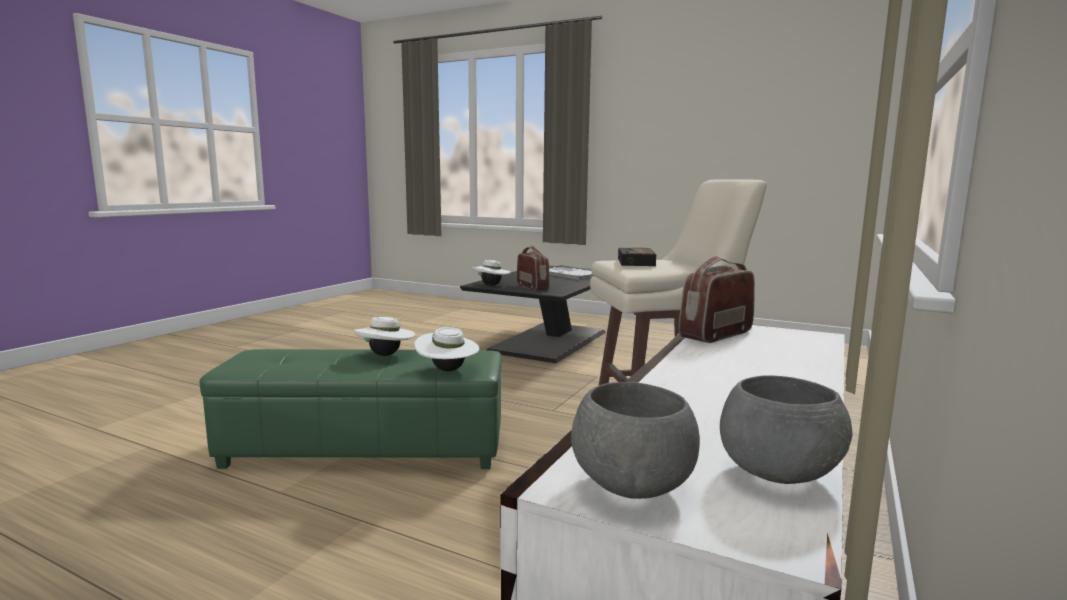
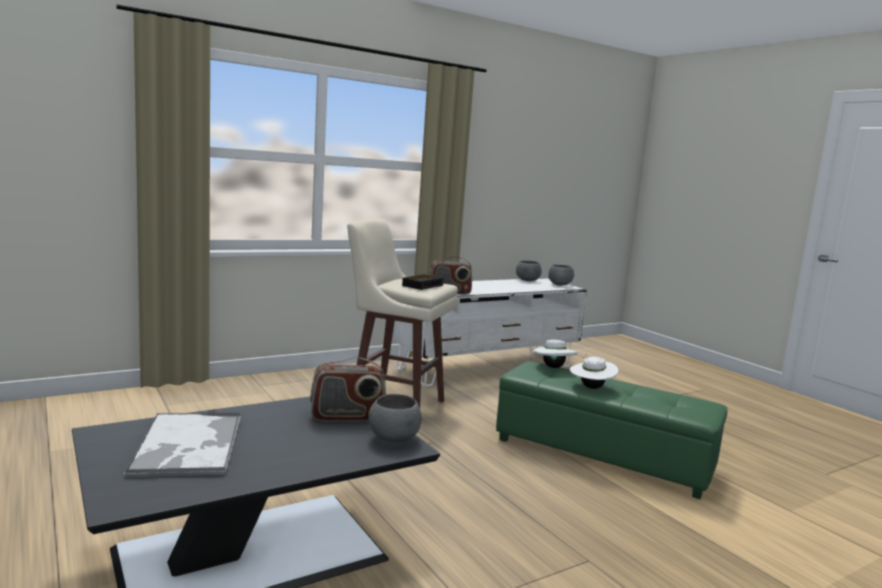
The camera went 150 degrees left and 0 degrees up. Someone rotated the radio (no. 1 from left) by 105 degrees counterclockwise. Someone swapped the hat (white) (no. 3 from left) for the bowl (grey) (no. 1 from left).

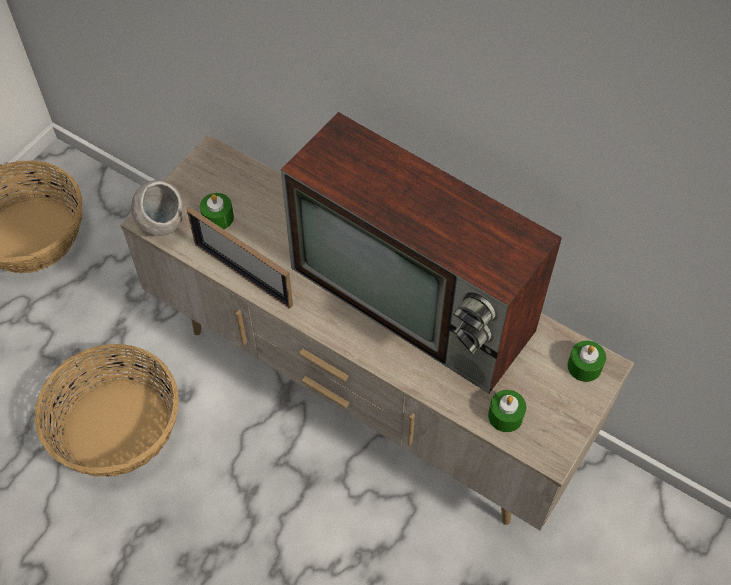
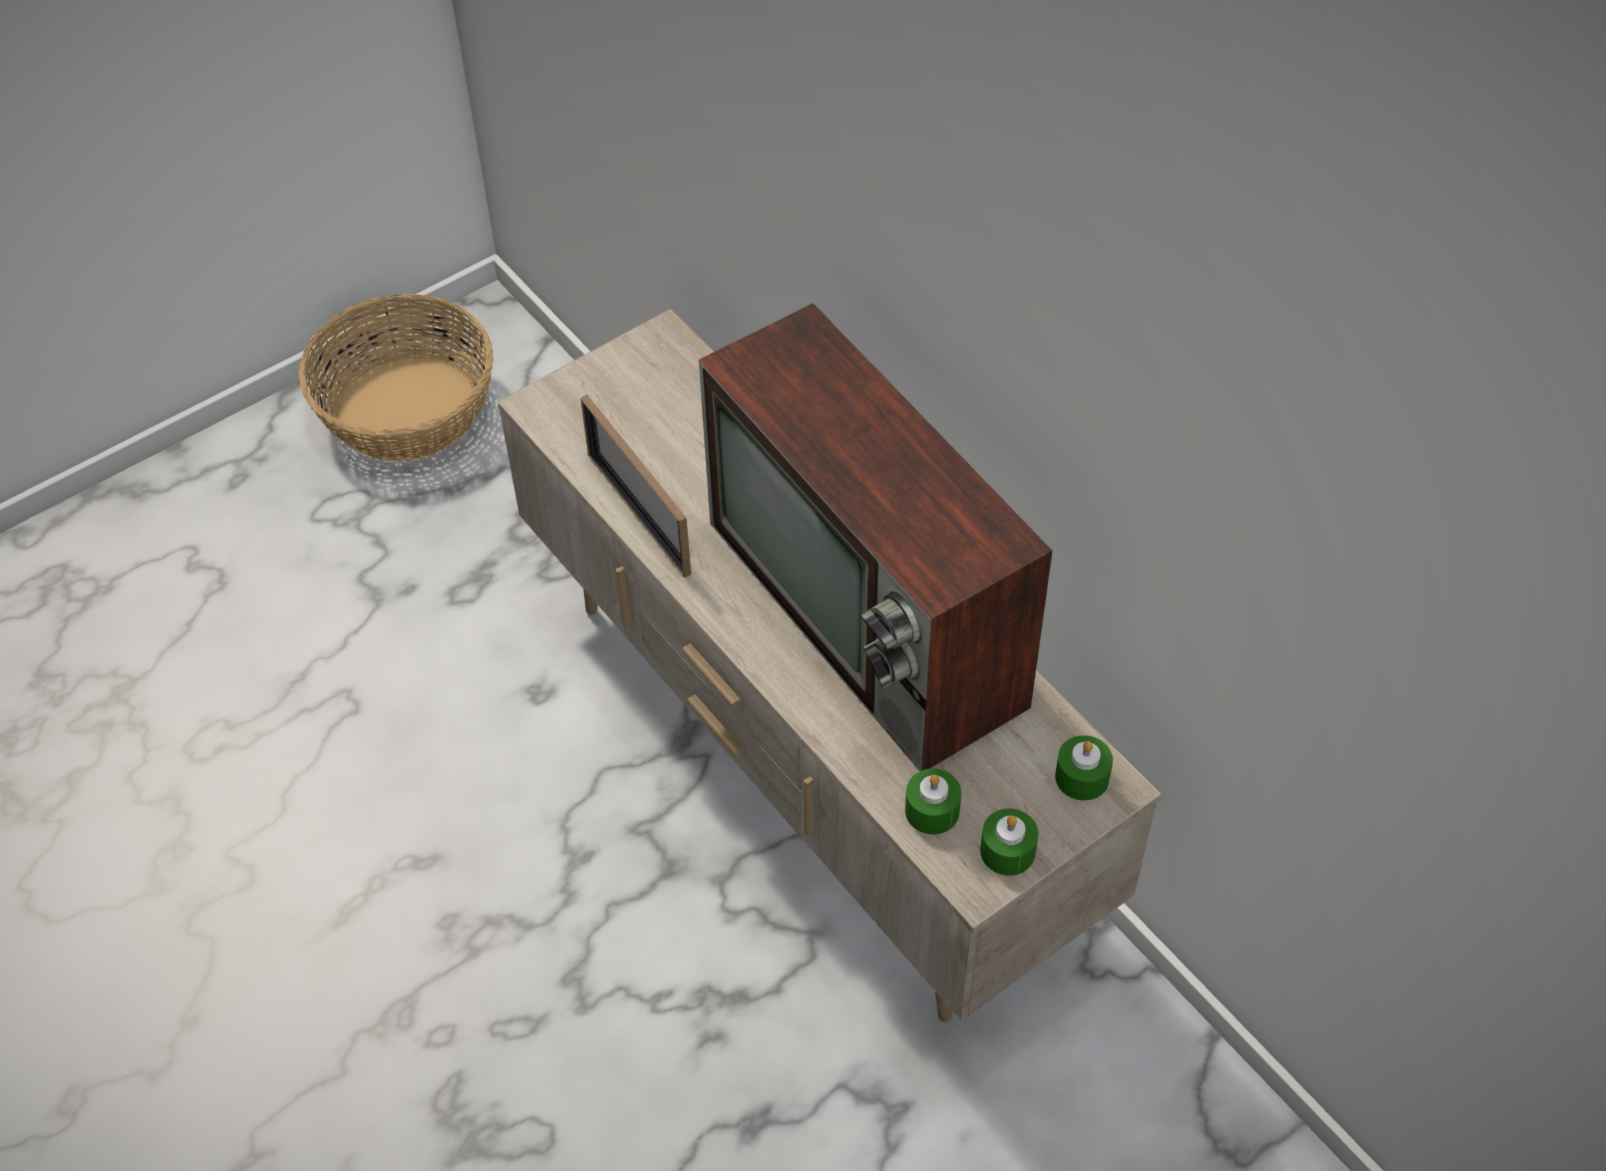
The camera went 20 degrees right and 5 degrees down. Someone took away the bowl (grey). Someone carried the candle (green) (no. 1 from left in the first image). Someone took away the basket (no. 2 from left).

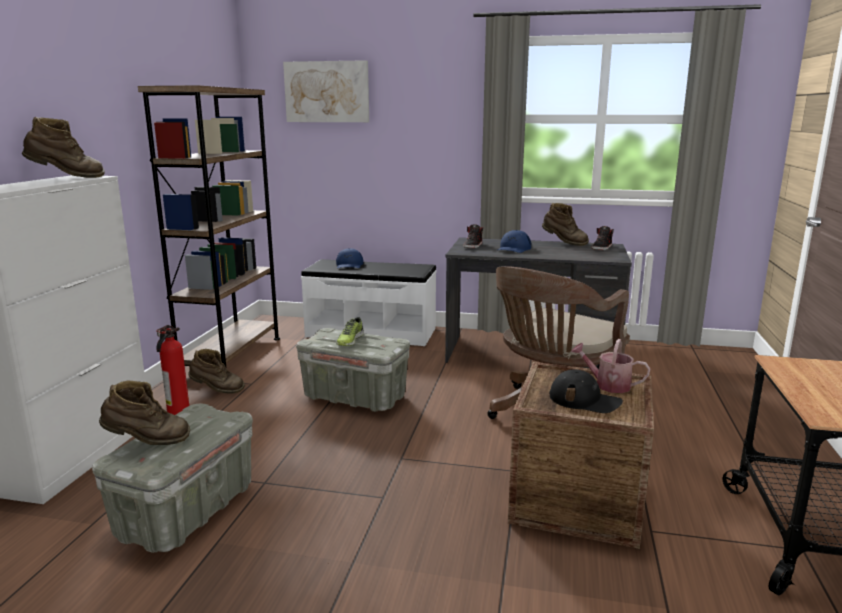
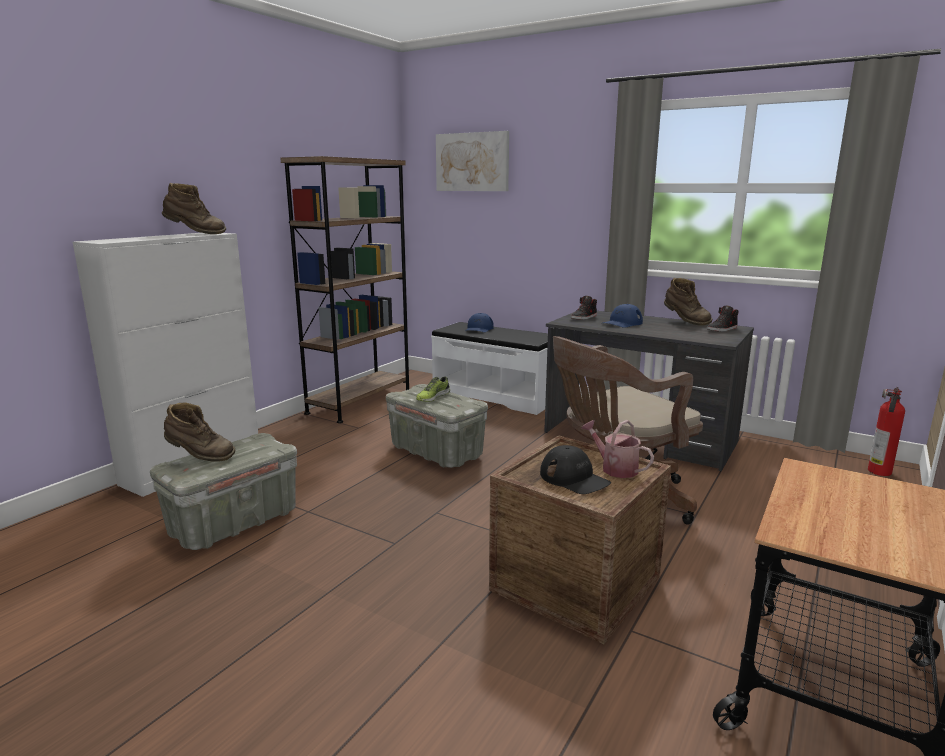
The camera went 20 degrees right and 0 degrees up. Someone carried the fire extinguisher. Someone took away the boot (brown) (no. 3 from left).

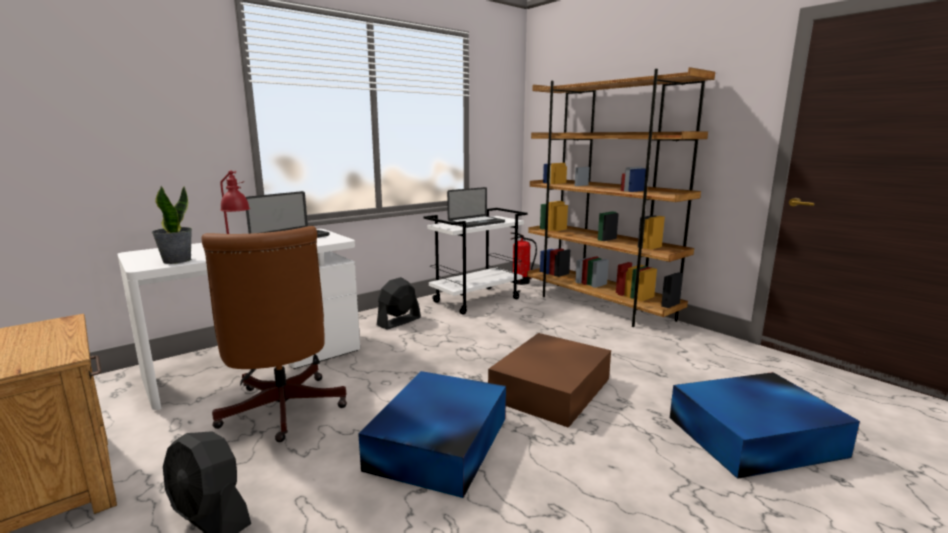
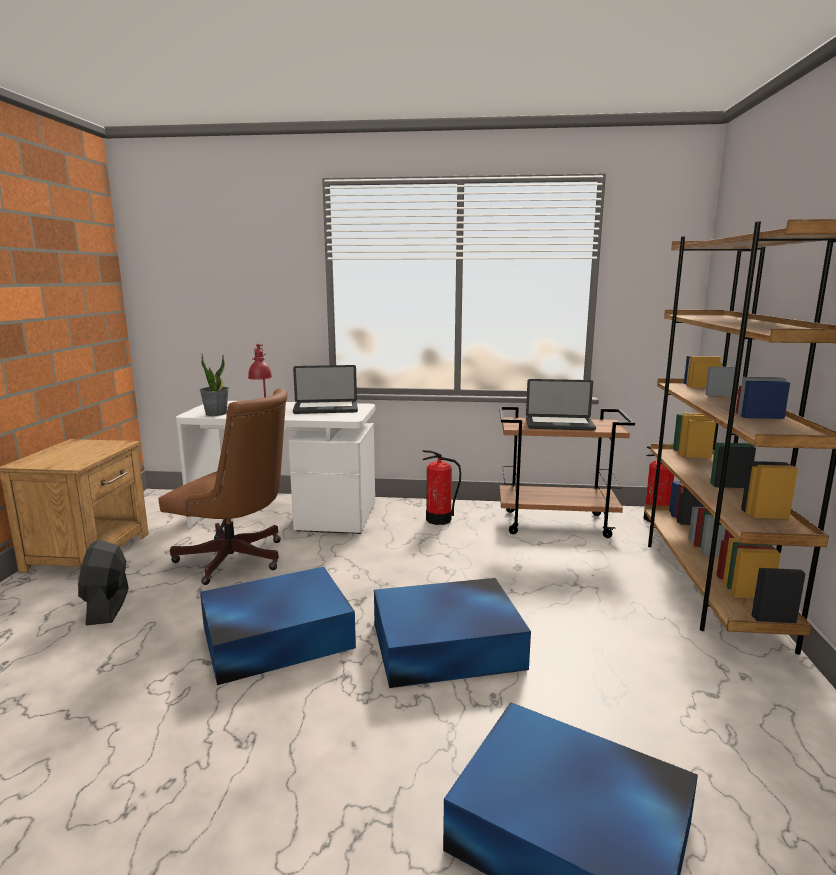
The camera went 45 degrees right and 0 degrees up. Someone repainted the cart (white), which became the cart (brown). Someone rotated the office chair (brown) by 90 degrees counterclockwise. Someone swapped the fan (black) (no. 2 from left) for the fire extinguisher (no. 1 from left). Someone repainted the storage box (brown), which became the storage box (blue) (no. 2 from left).

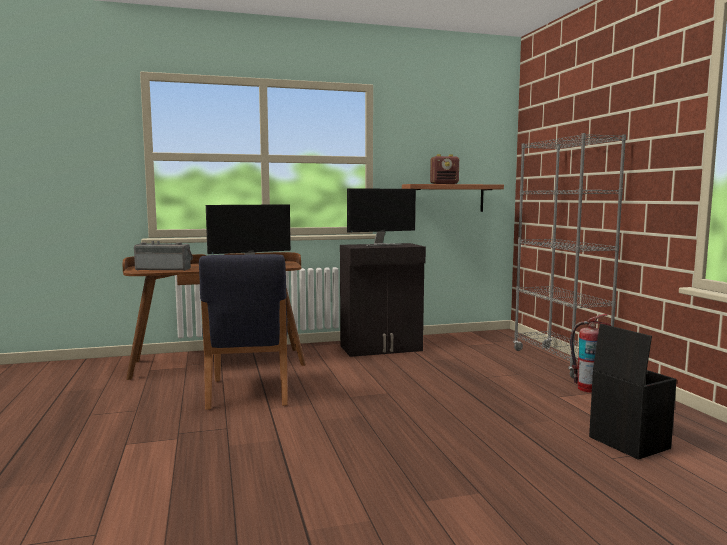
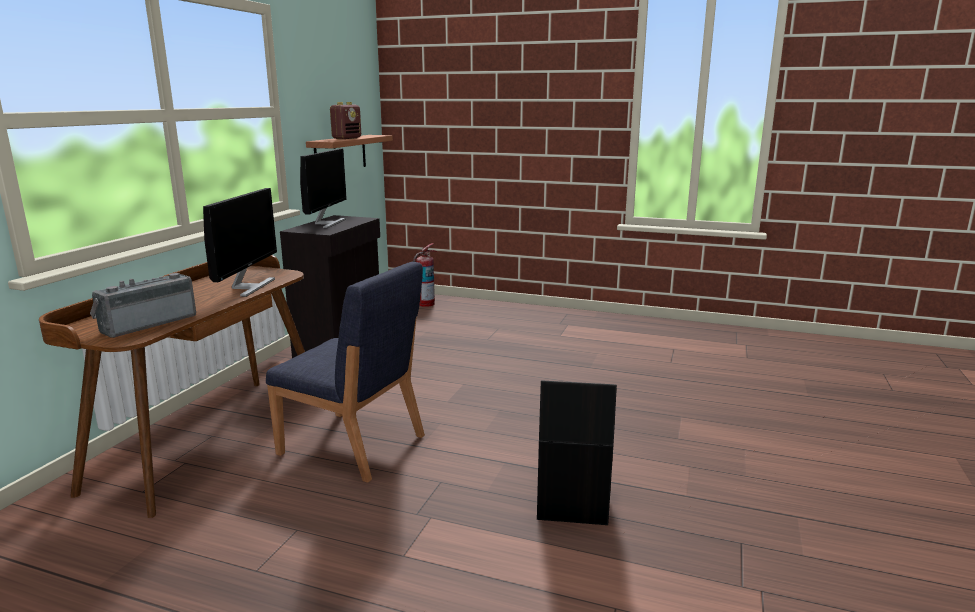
The camera went 55 degrees left and 10 degrees up. Someone took away the bookcase (grey). Someone carried the fire extinguisher. Someone carried the storage box (black).

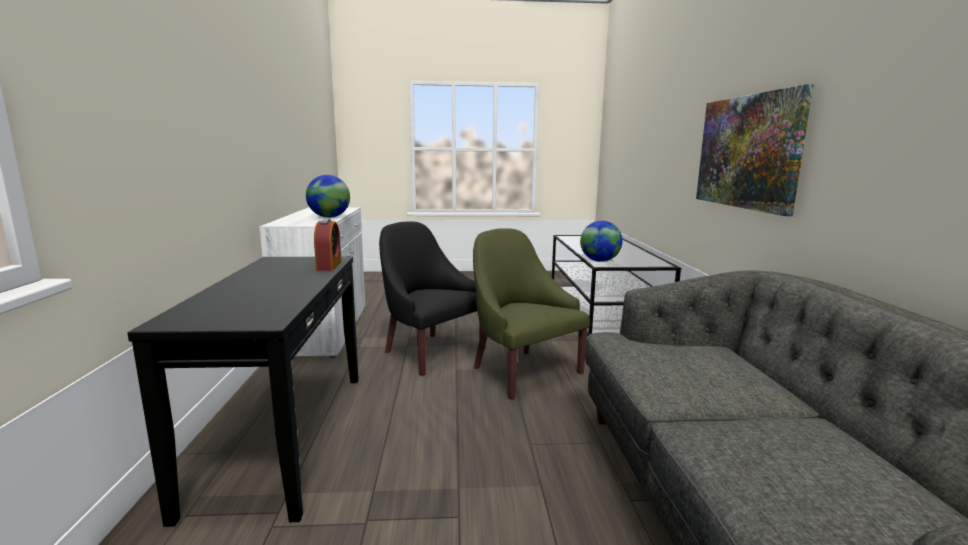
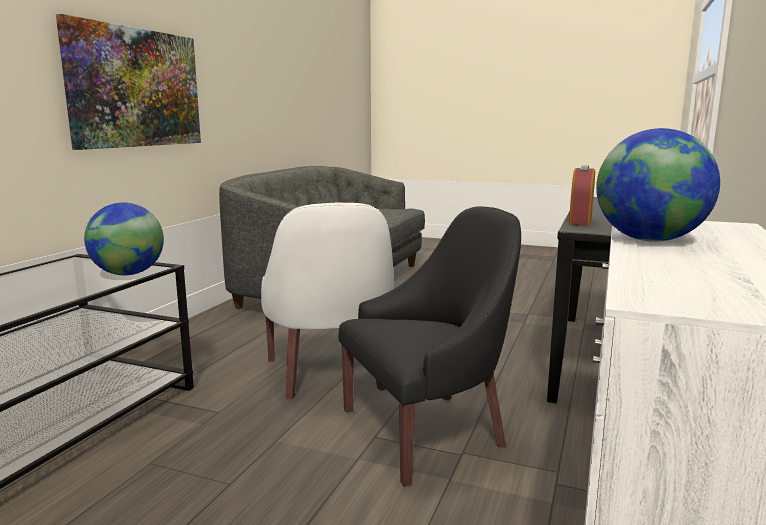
The camera went 155 degrees left and 0 degrees up. Someone rotated the armchair (black) by 90 degrees counterclockwise. Someone repainted the armchair (green), which became the armchair (white).

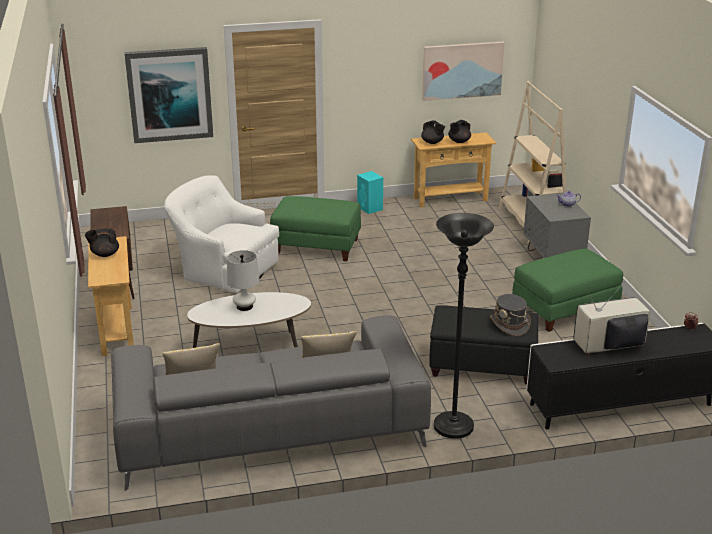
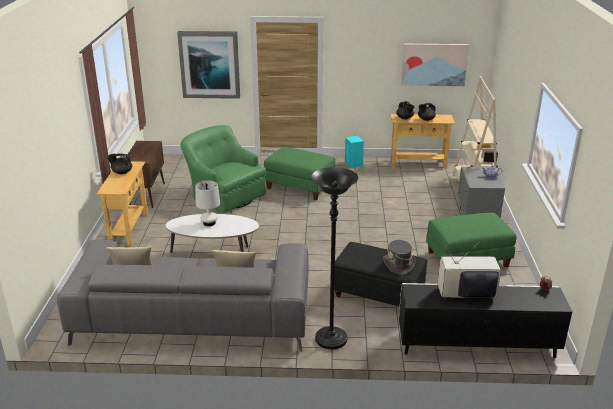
The camera went 15 degrees right and 0 degrees up. Someone repainted the armchair (white), which became the armchair (green).

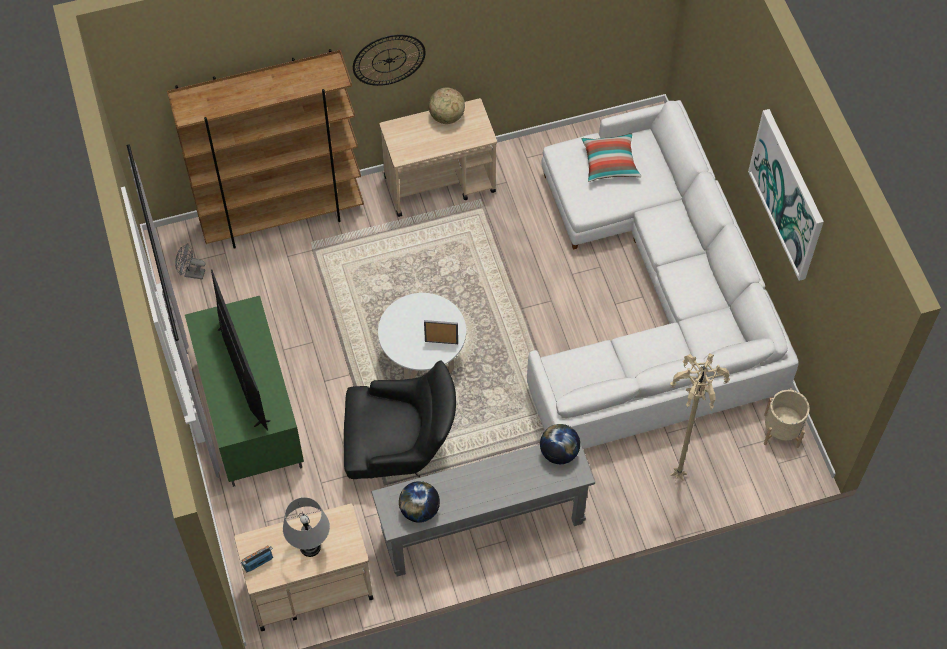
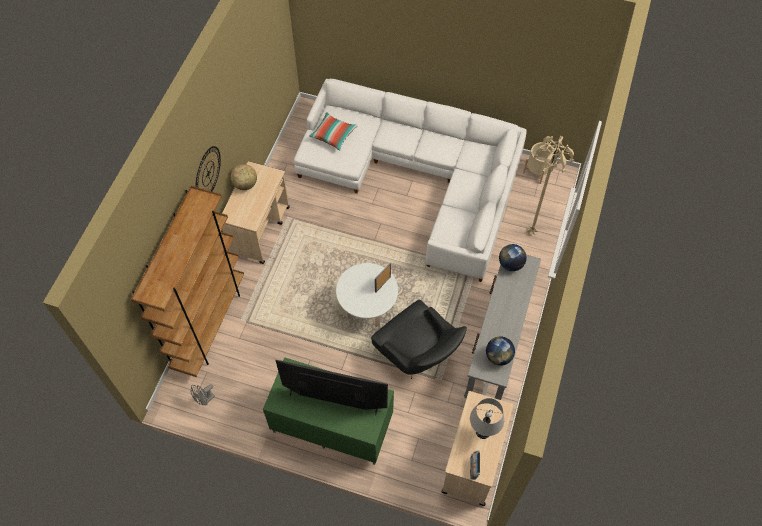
The camera went 55 degrees left and 0 degrees up. Someone took away the picture. Someone rotated the armchair (black) by 105 degrees clockwise.

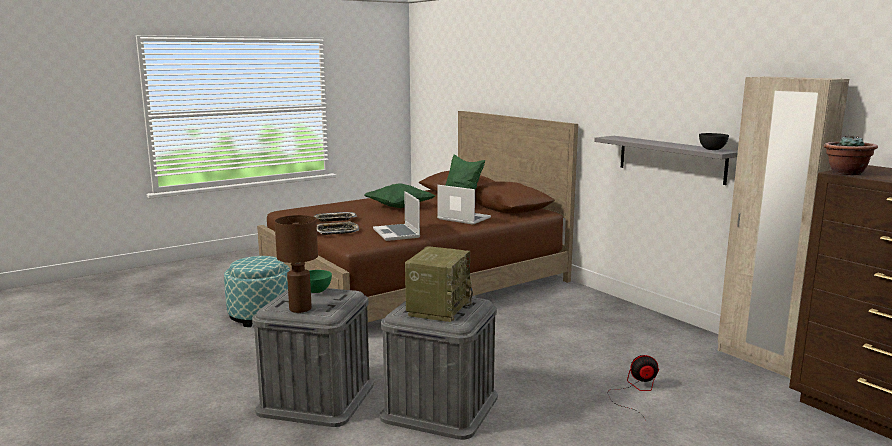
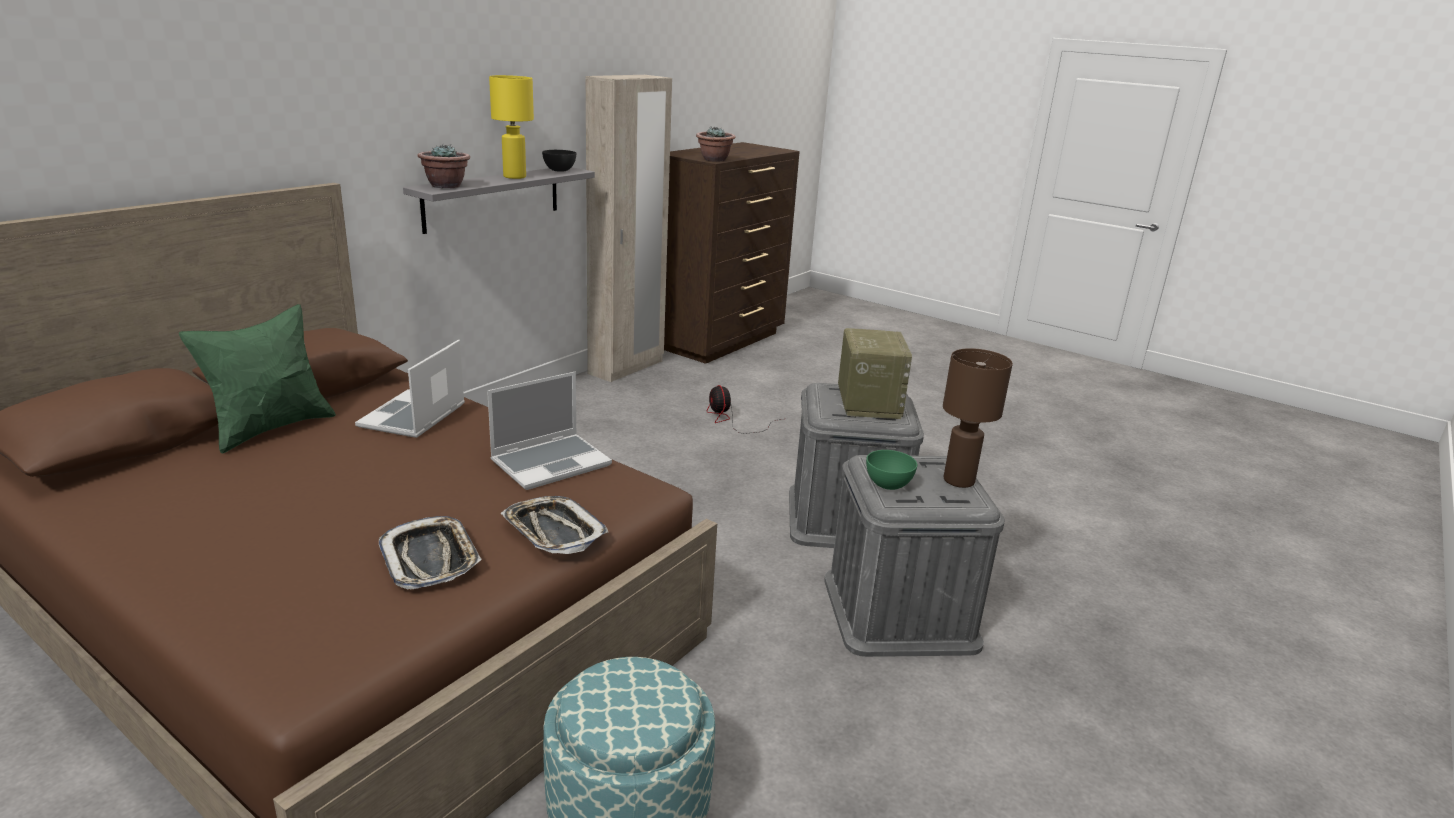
The camera went 110 degrees left and 10 degrees up. Someone took away the pillow (green) (no. 1 from left). Someone rotated the radio by 90 degrees clockwise. Someone put down the table lamp (yellow). Someone put down the potted plant (no. 1 from left).

